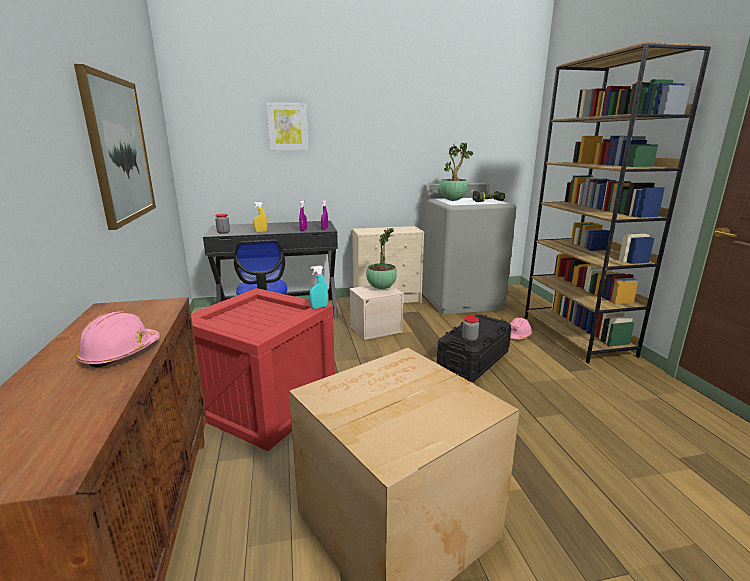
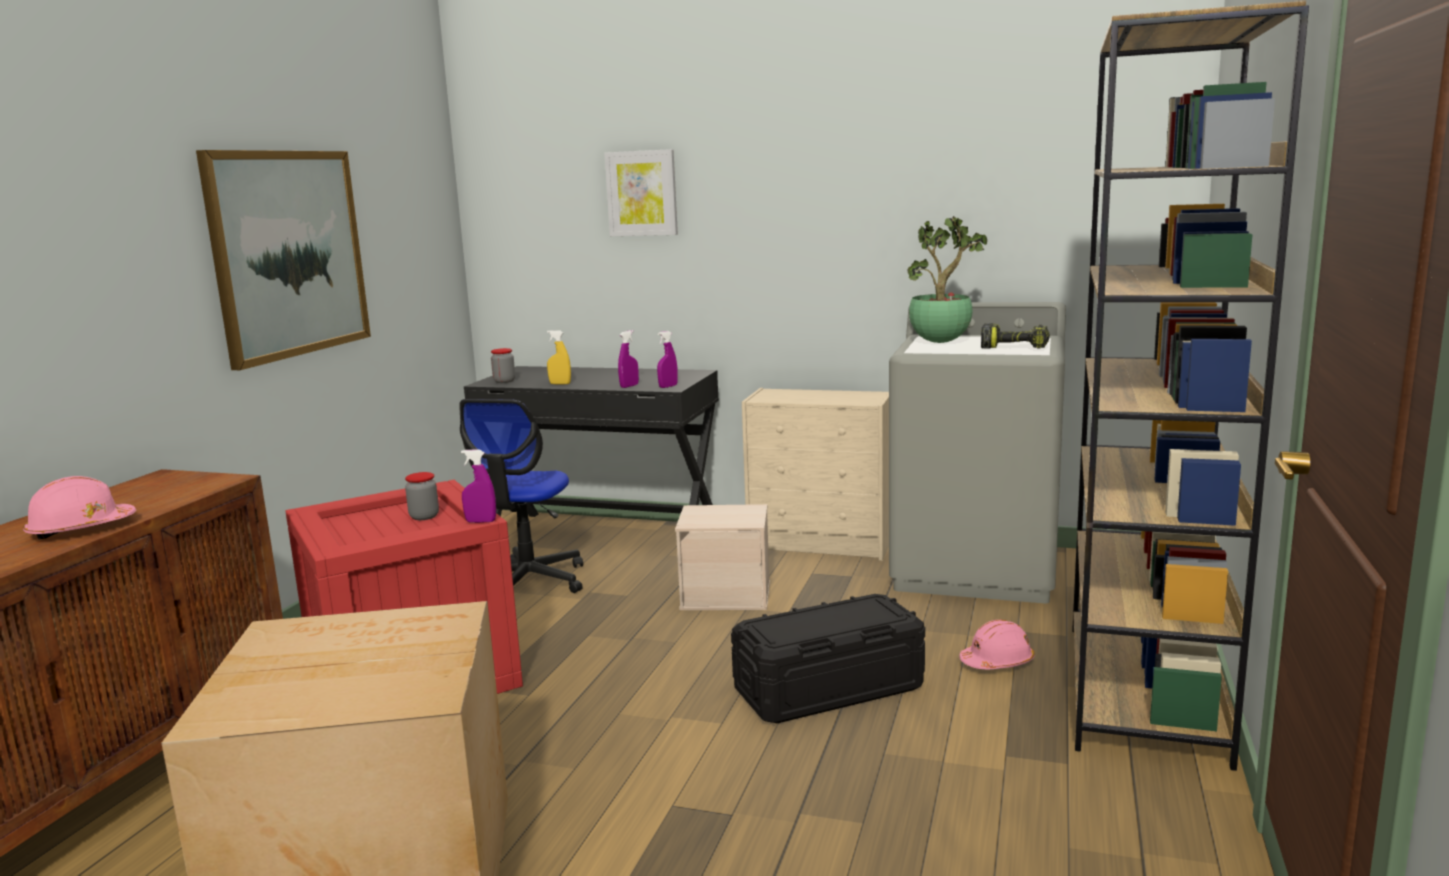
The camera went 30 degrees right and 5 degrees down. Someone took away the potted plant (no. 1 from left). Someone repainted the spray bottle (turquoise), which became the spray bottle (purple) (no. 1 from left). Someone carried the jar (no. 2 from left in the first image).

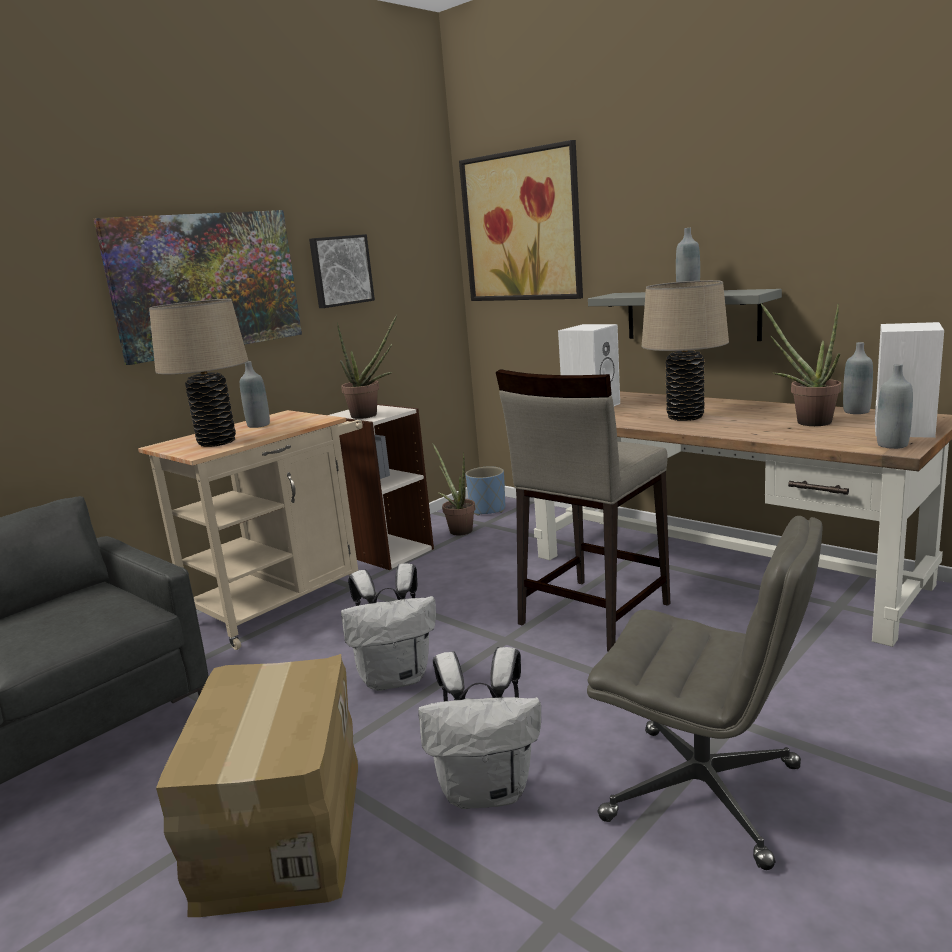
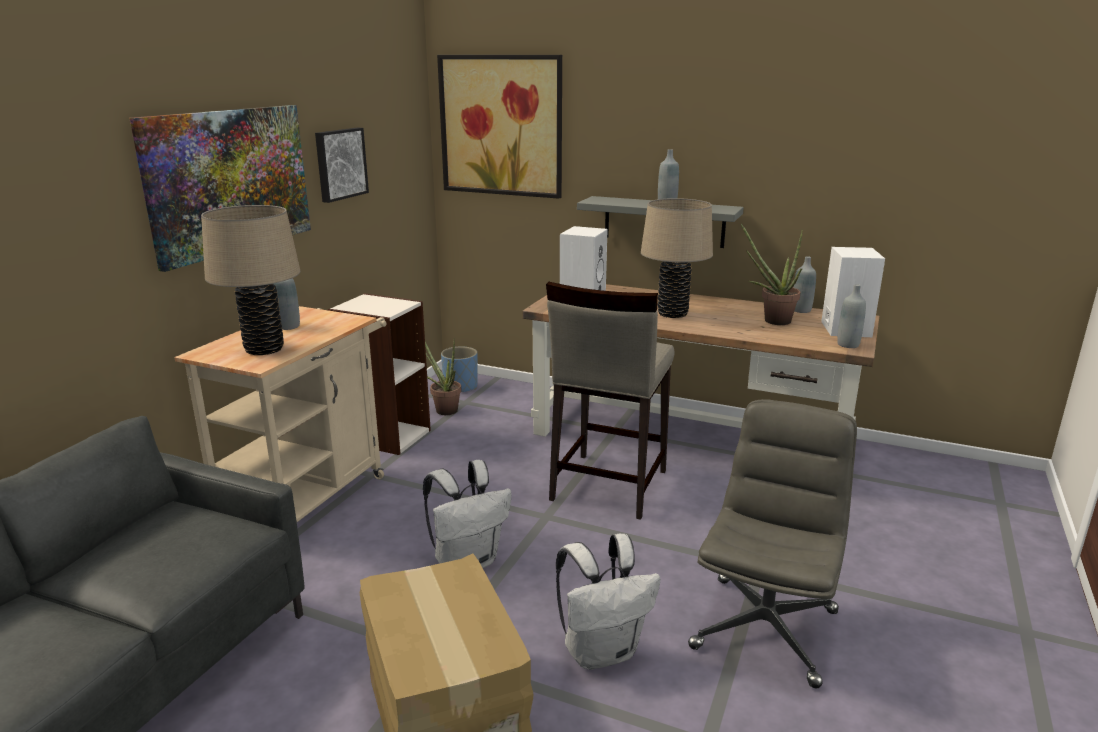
The camera went 20 degrees left and 5 degrees up. Someone took away the potted plant (no. 1 from left). Someone rotated the office chair (grey) by 75 degrees counterclockwise.

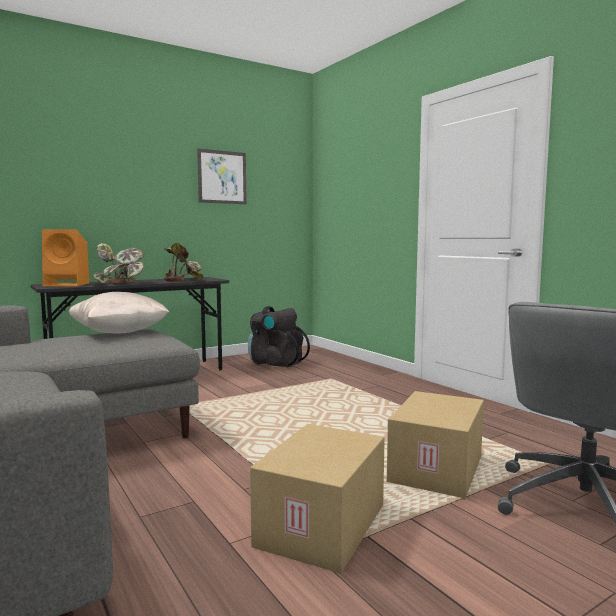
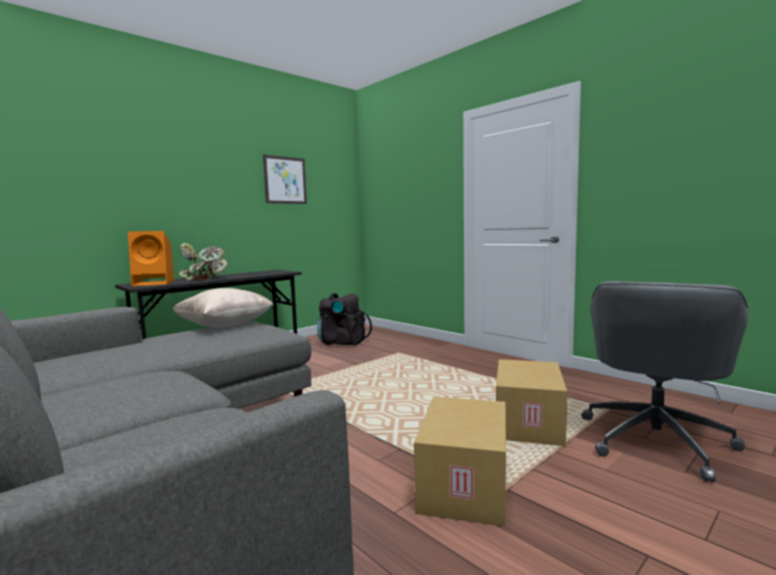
The camera went 10 degrees left and 0 degrees up. Someone took away the potted plant (no. 2 from left).

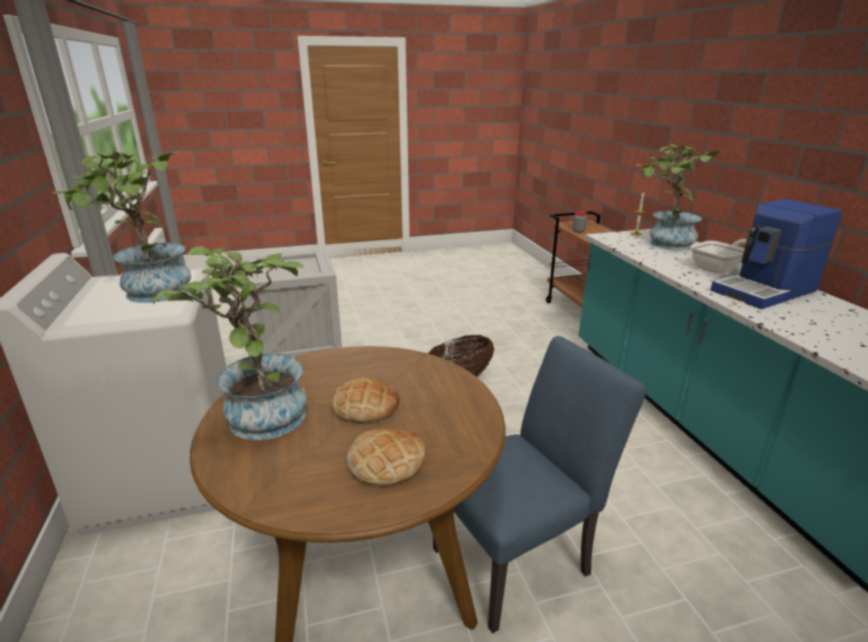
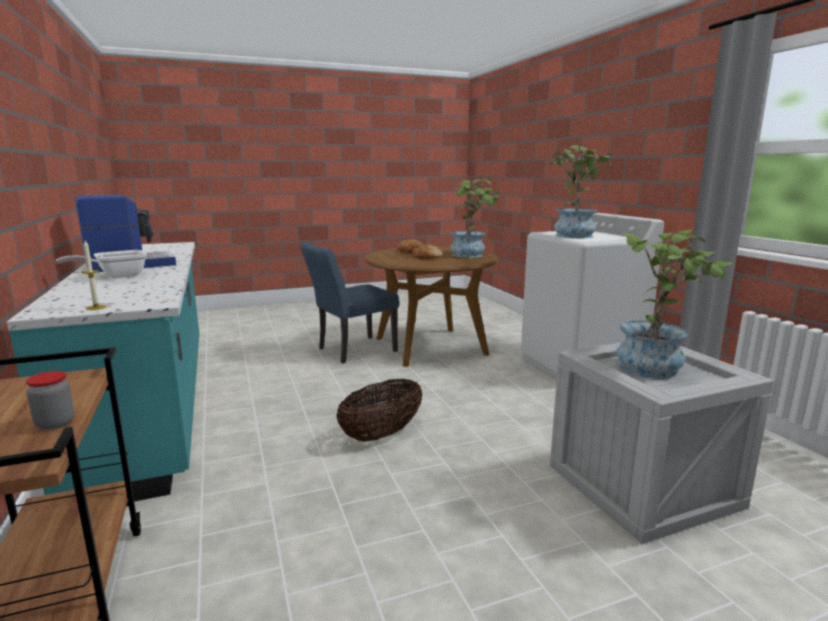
The camera went 175 degrees right and 10 degrees down. Someone carried the potted plant (no. 3 from left).

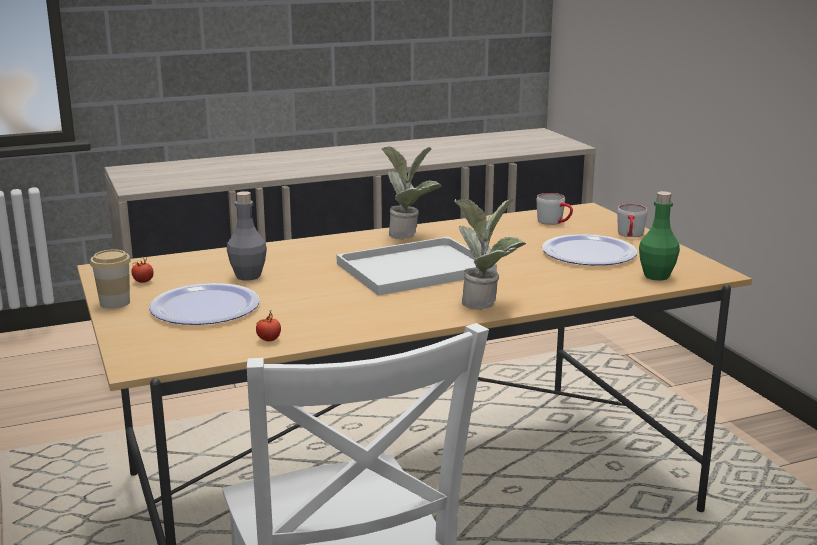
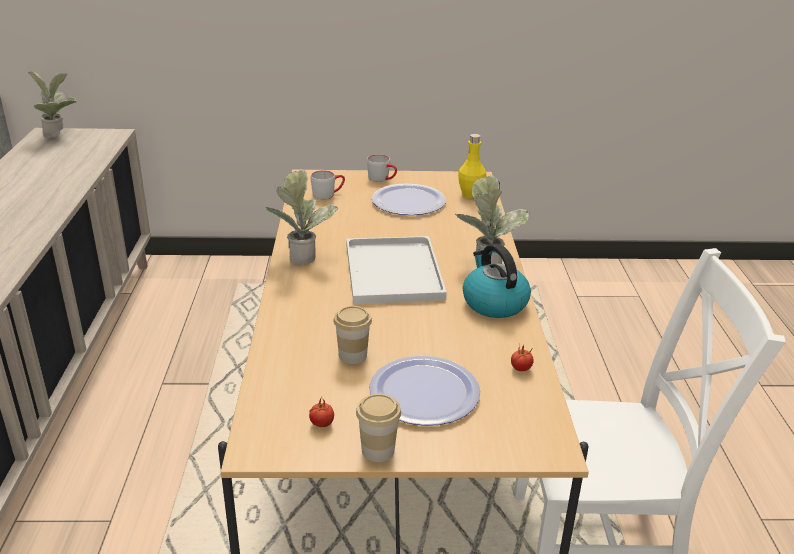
The camera went 70 degrees left and 10 degrees up. Someone swapped the bottle (grey) for the cup (no. 1 from left). Someone repainted the bottle (green), which became the bottle (yellow). Someone put down the potted plant (no. 1 from left). Someone put down the kettle.

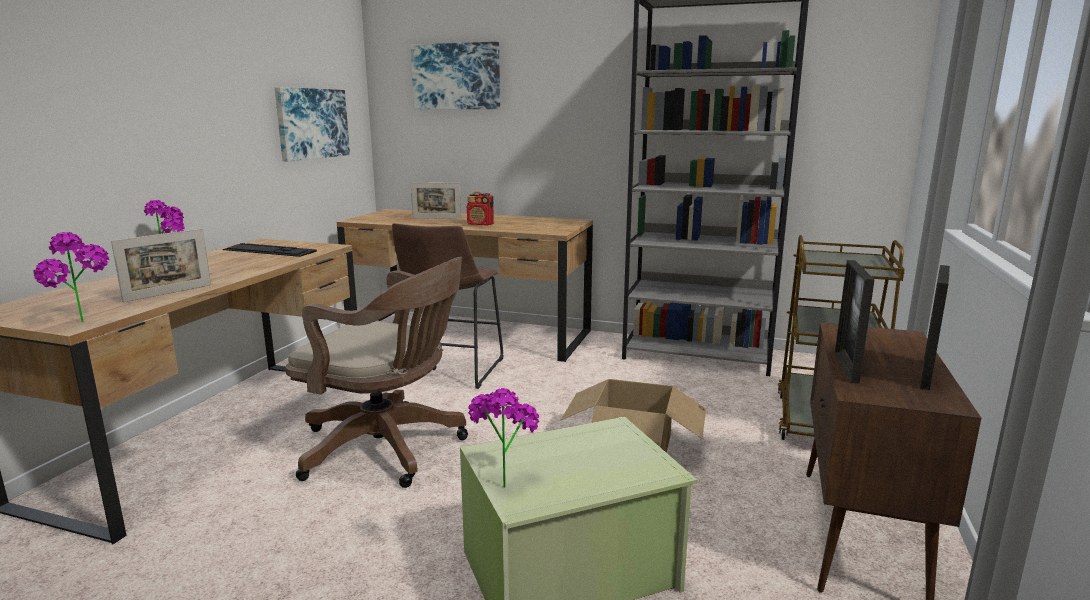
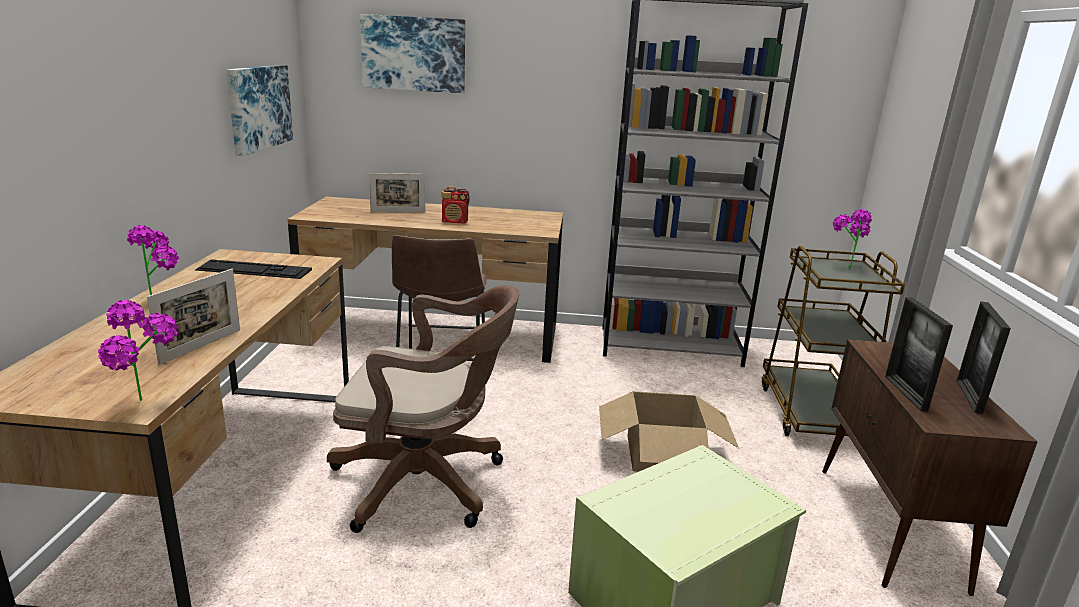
The camera went 15 degrees left and 5 degrees up. Someone carried the potted plant (no. 3 from left).

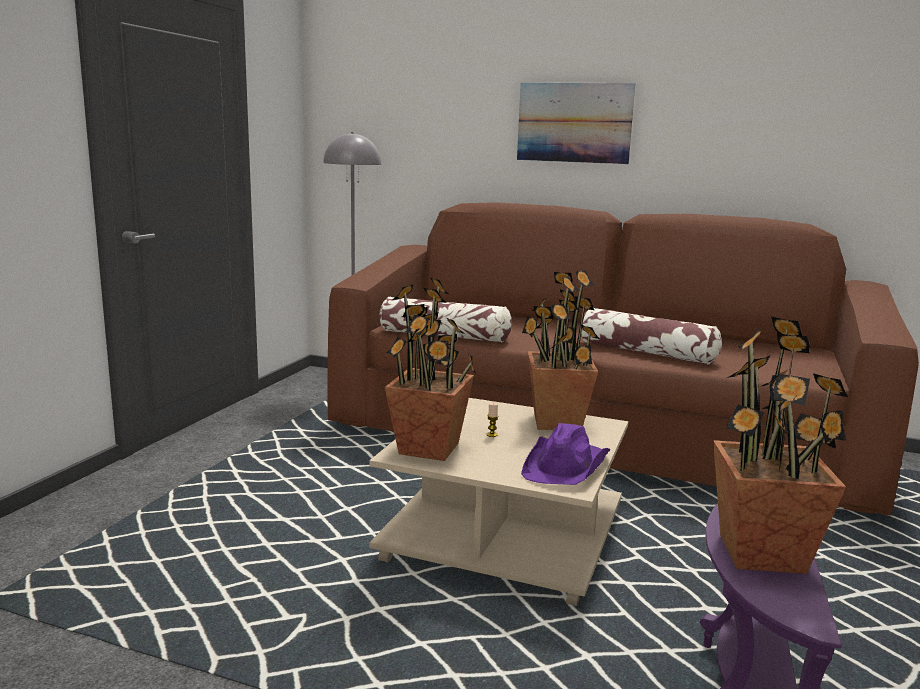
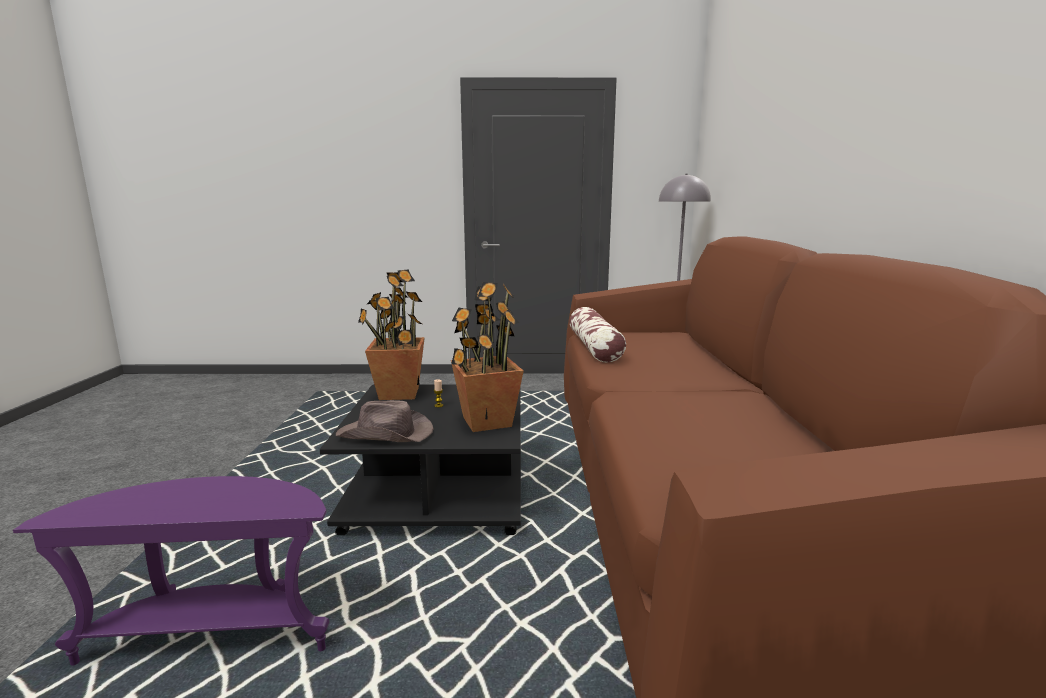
The camera went 70 degrees right and 0 degrees up. Someone took away the picture. Someone took away the pillow (no. 2 from left). Someone took away the potted plant (no. 3 from left). Someone repainted the coffee table (beige), which became the coffee table (black). Someone repainted the hat (purple), which became the hat (brown).

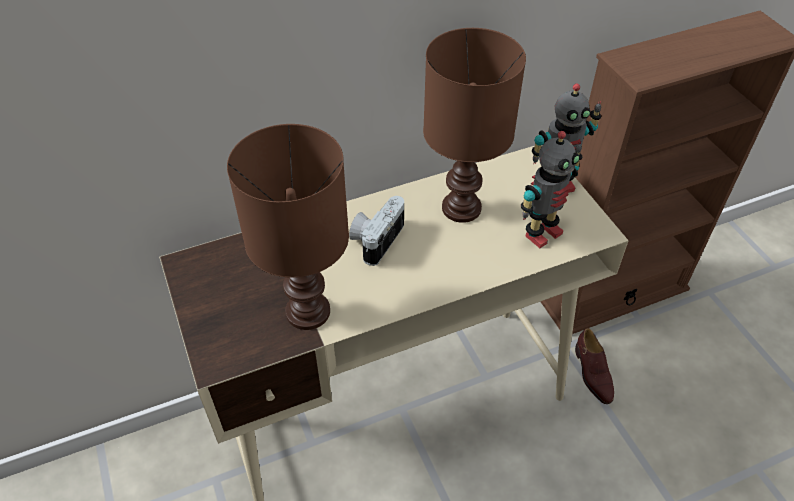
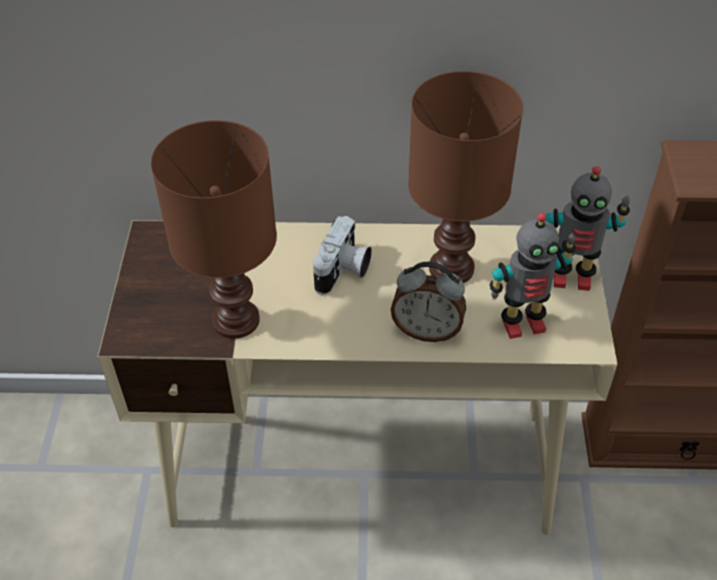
The camera went 25 degrees right and 0 degrees up. Someone rotated the photo camera by 150 degrees clockwise. Someone took away the shoe (brown). Someone put down the alarm clock.

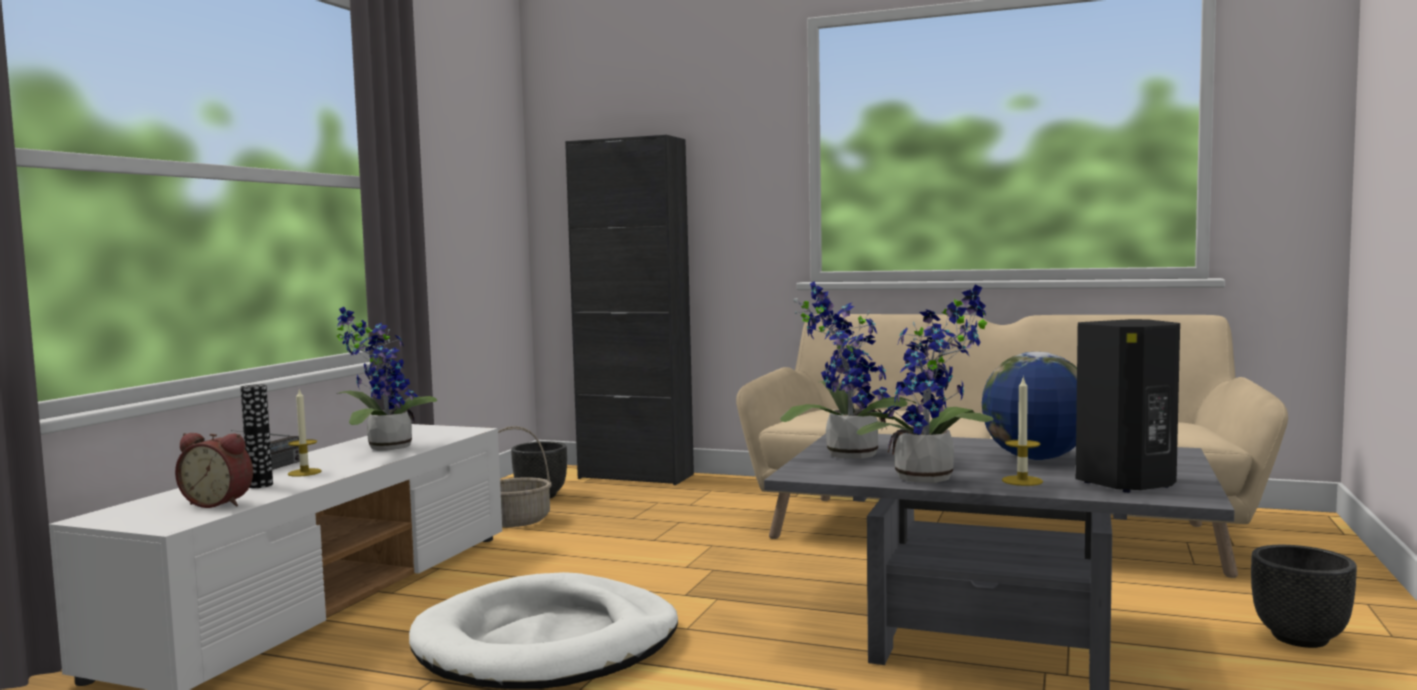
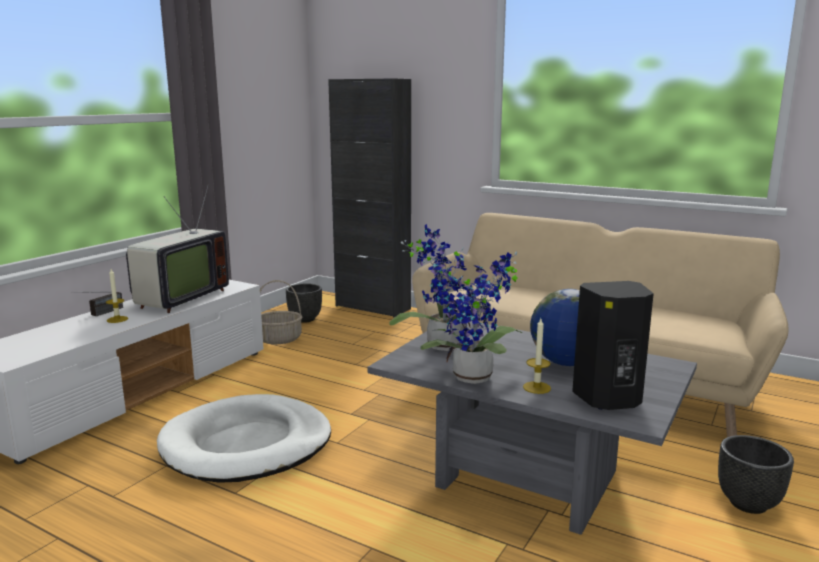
The camera went 10 degrees right and 10 degrees up. Someone swapped the potted plant (no. 1 from left) for the television. Someone took away the vase. Someone took away the alarm clock.

